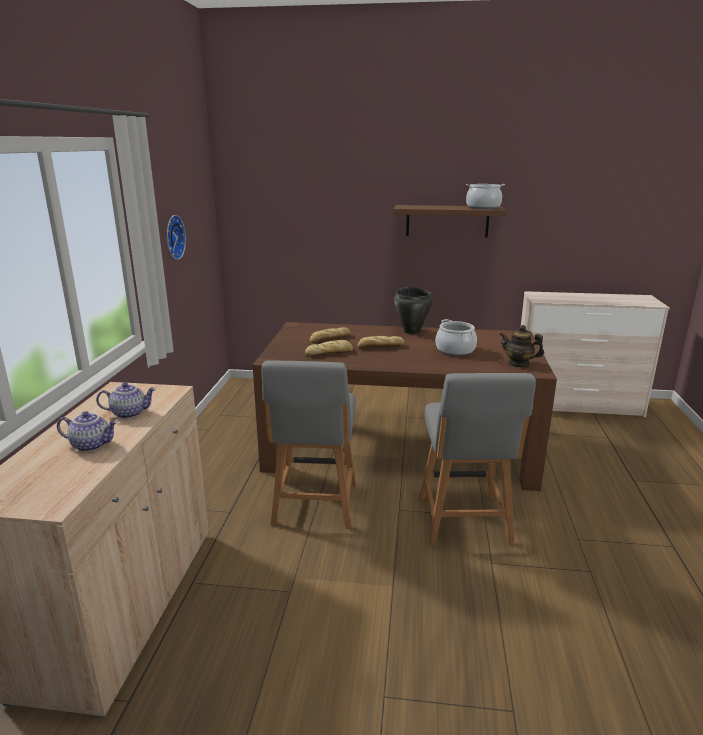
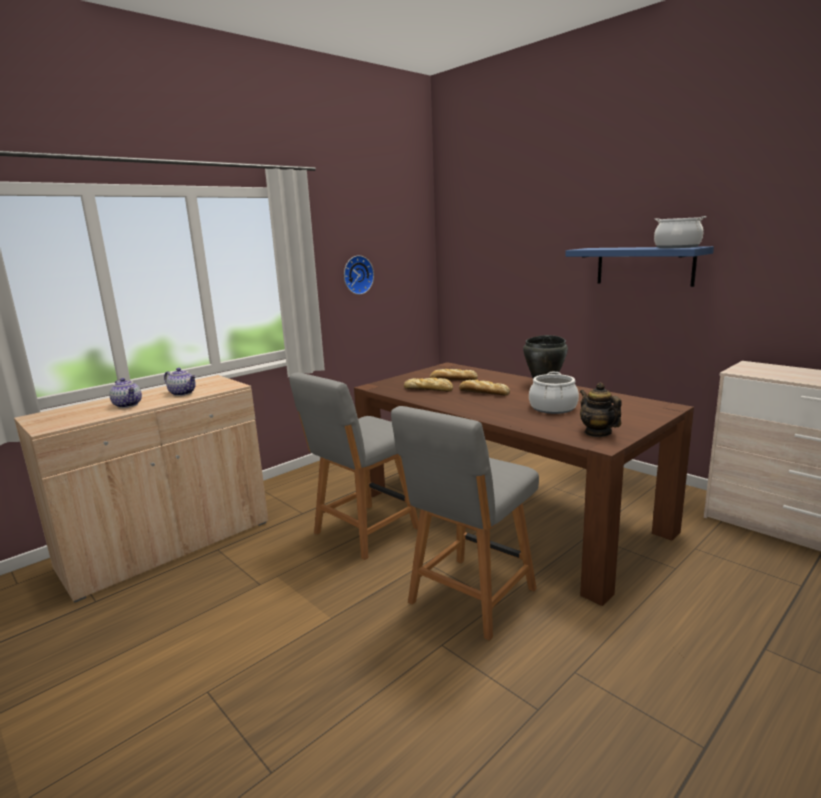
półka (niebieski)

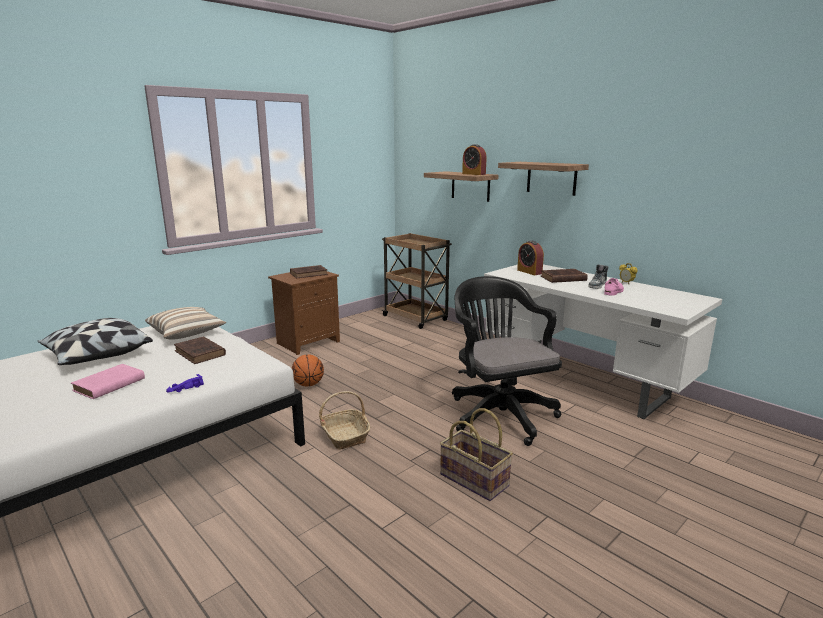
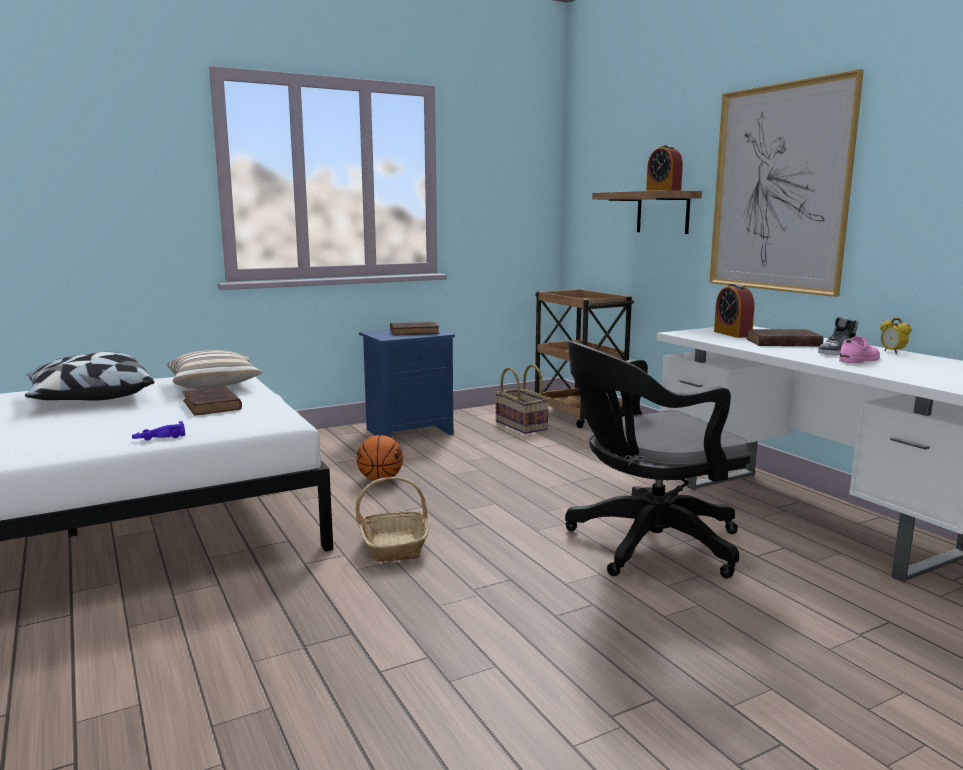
książka (różowy); szafka nocna (niebieski); koszyk (2nd from left); krzesło biurowe (czarny); obraz

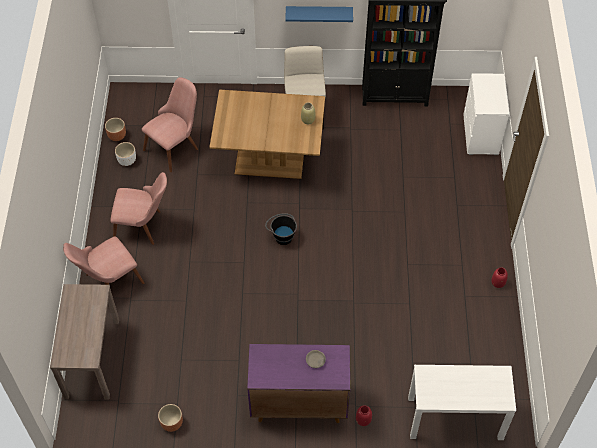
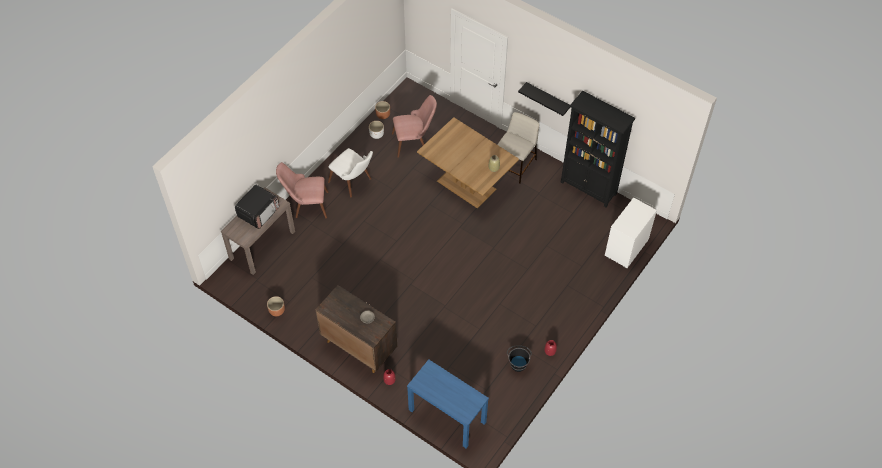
krzesło (biały); szafka (brązowy); wiadro (czarny); półka (czarny); stolik konsolowy (niebieski); mikrofalówka

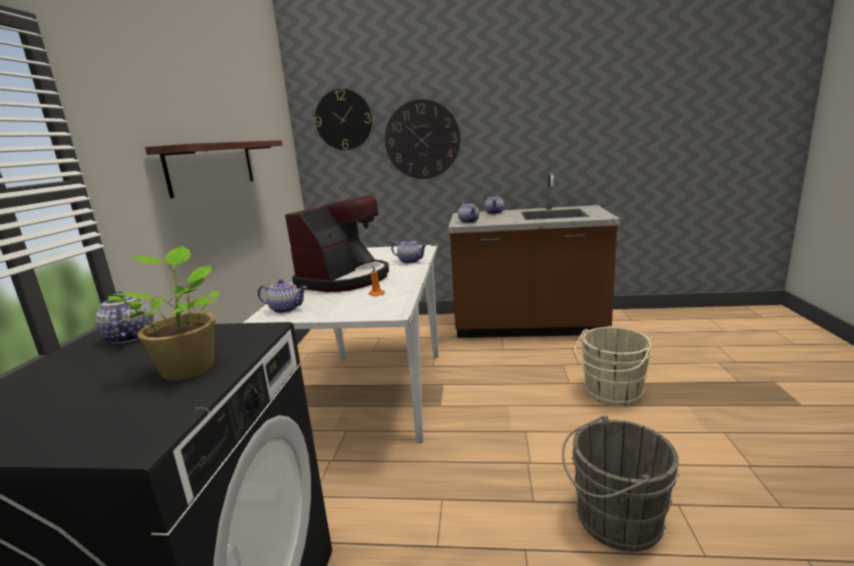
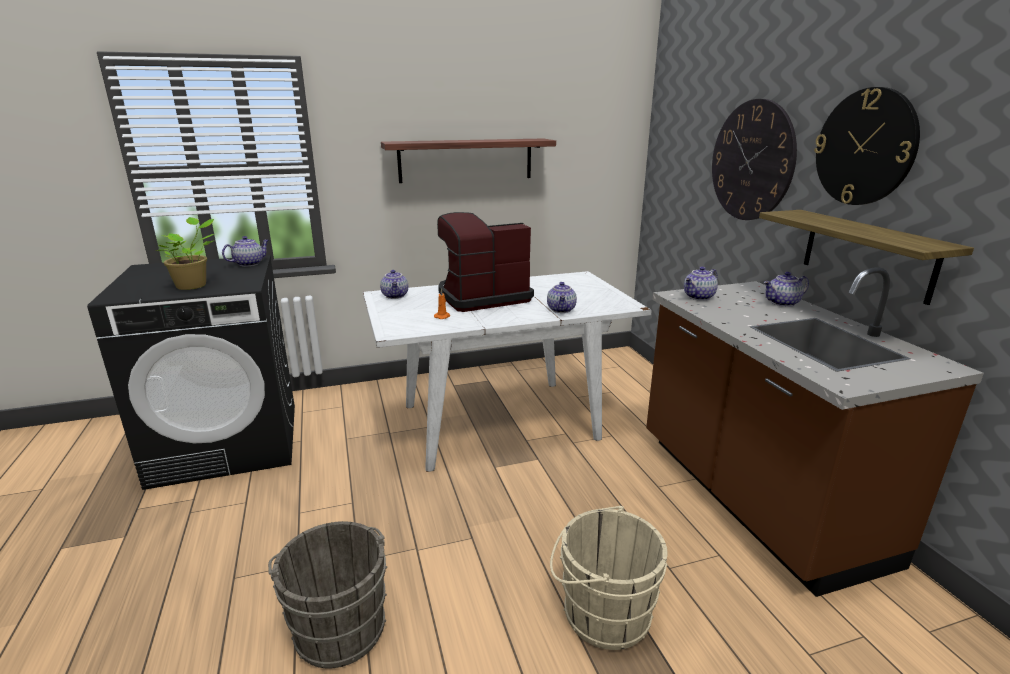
ekspres do kawy; zegar ścienny (2nd from left); półka (2nd from left)

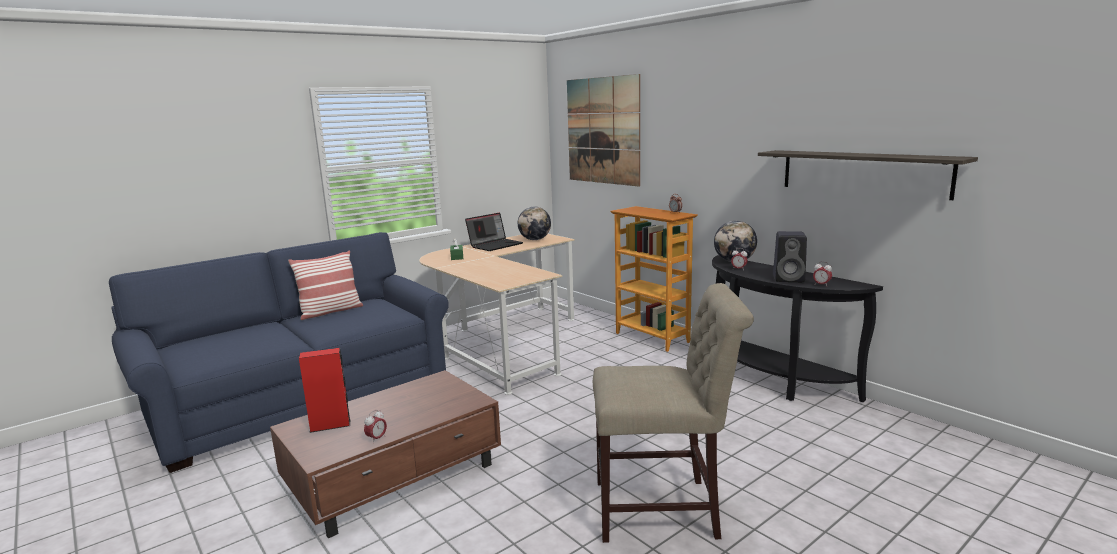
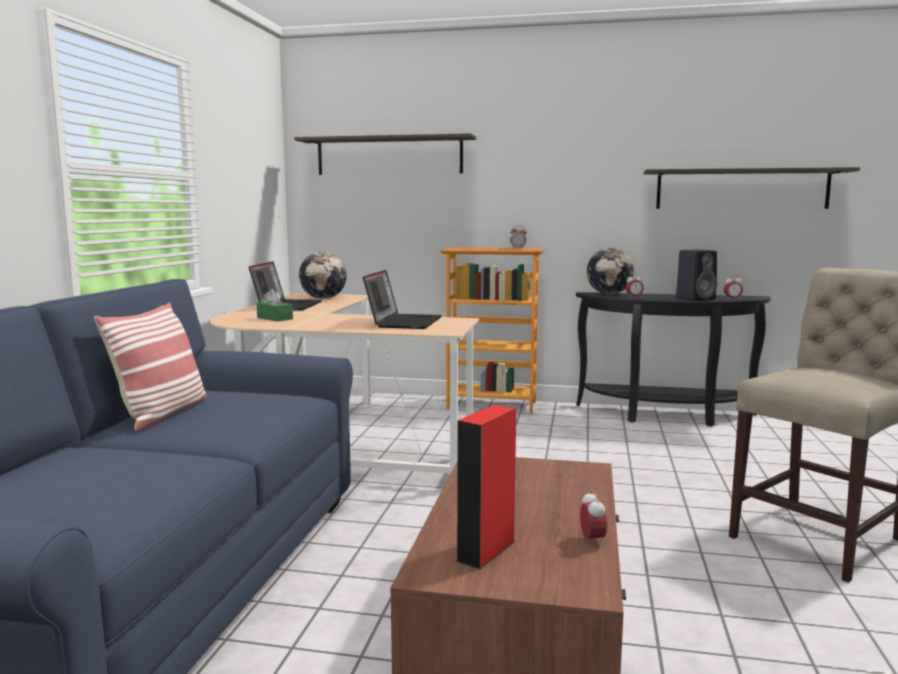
półka (1st from left); laptop (2nd from left)

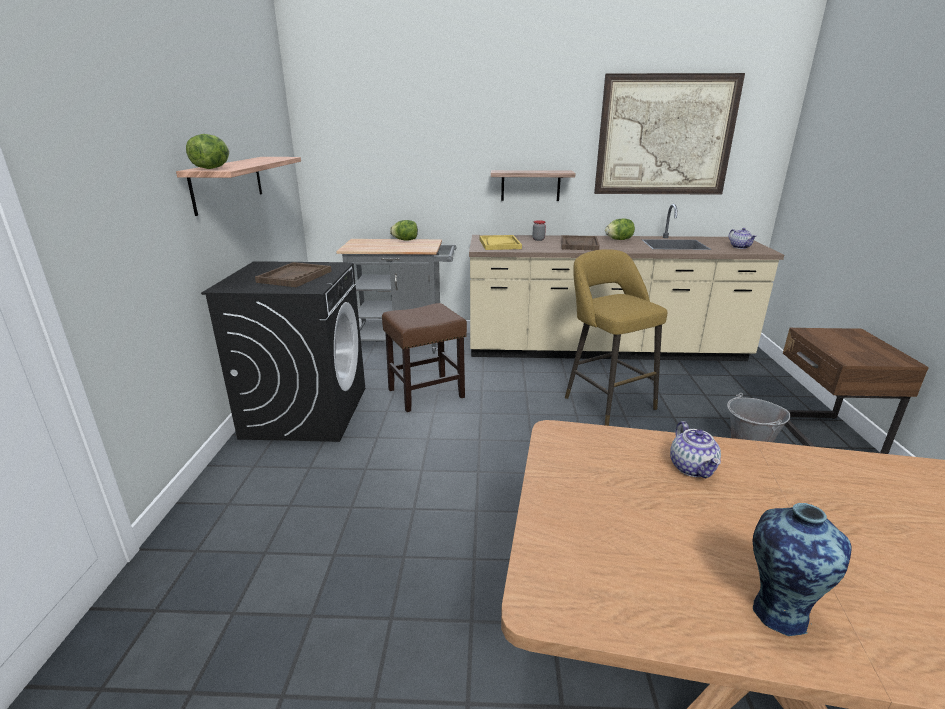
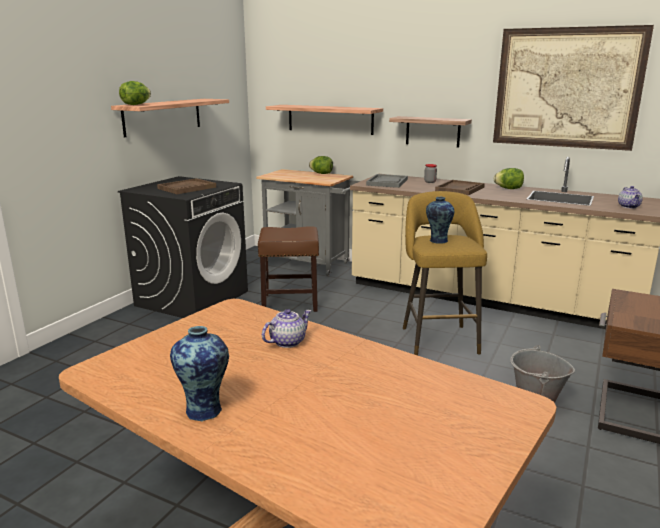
taca (szary); imbryk (1st from left); półka (2nd from left); wazon (2nd from left)

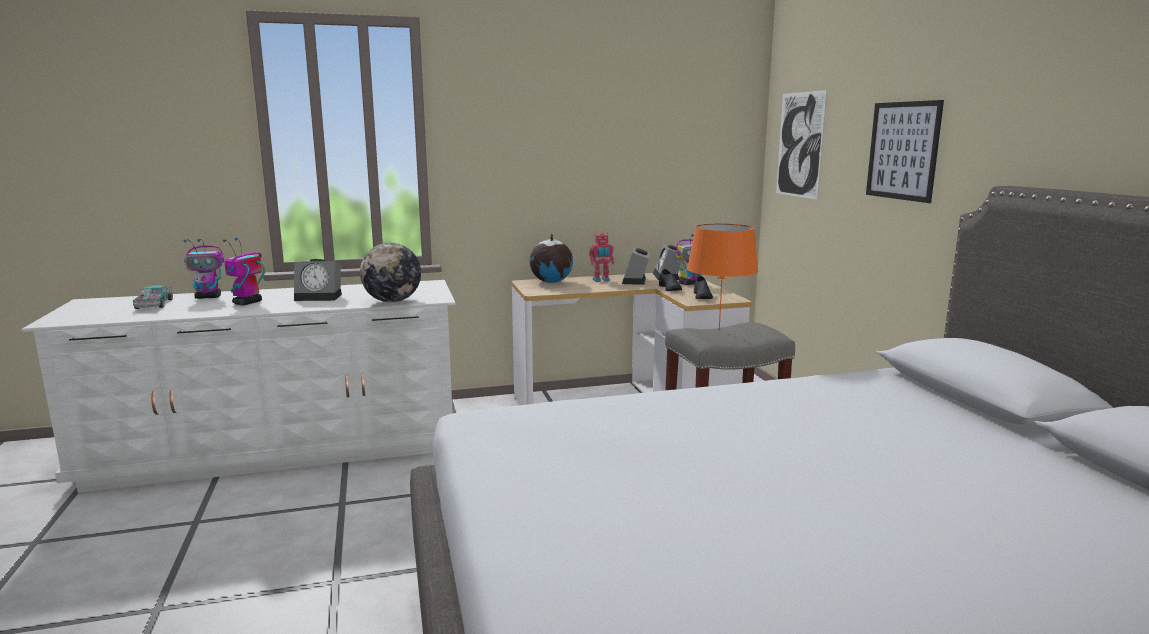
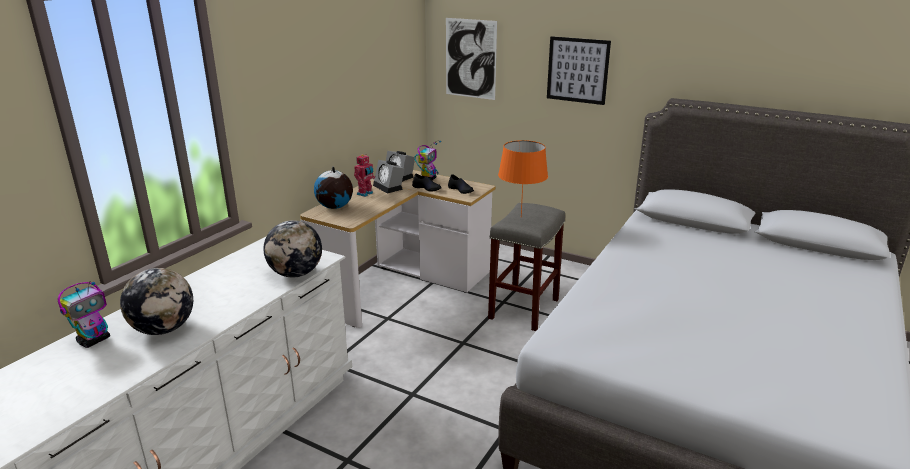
samochodzik; globus (1st from left); budzik (1st from left in the first image)

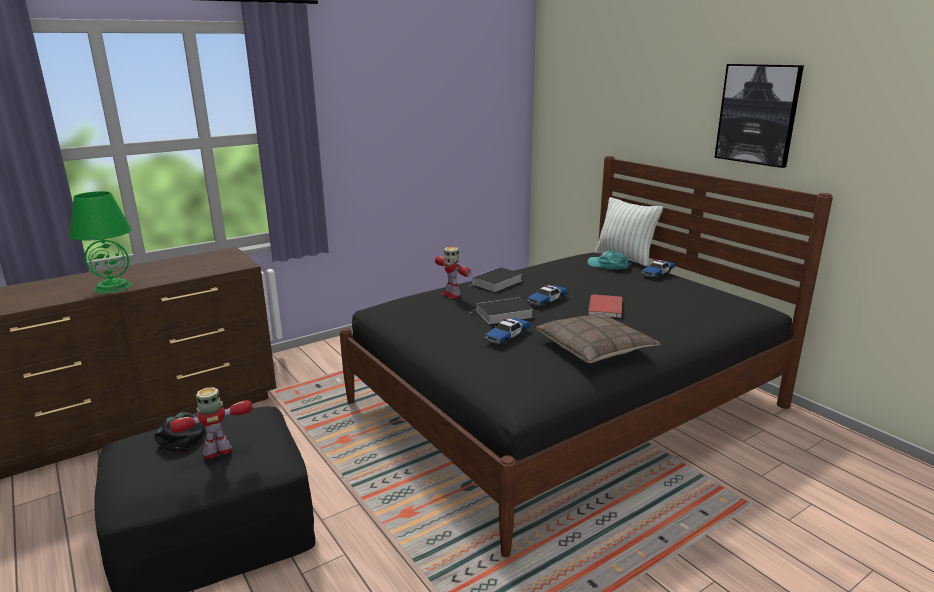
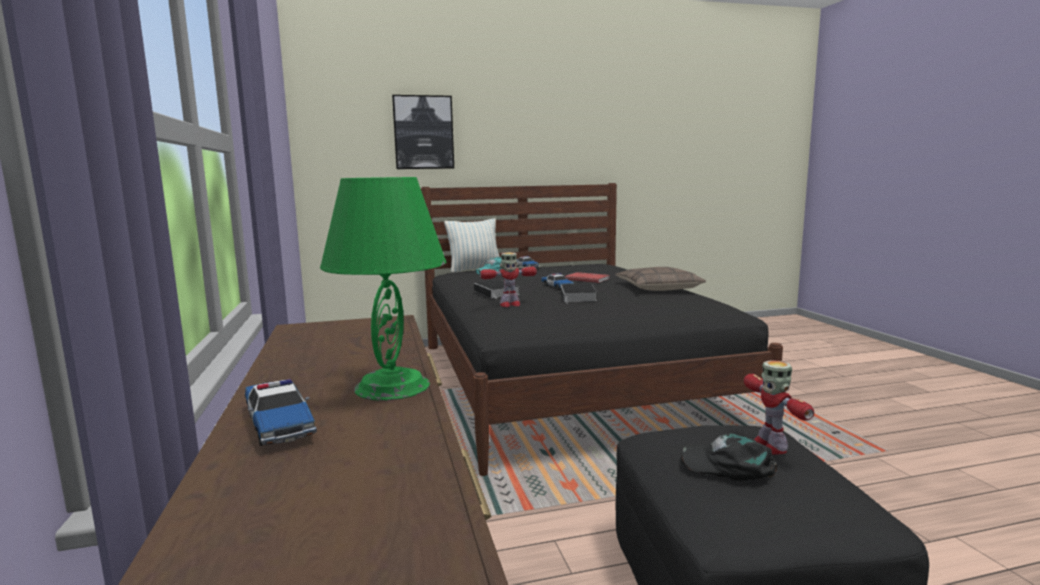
samochodzik (1st from left); obraz

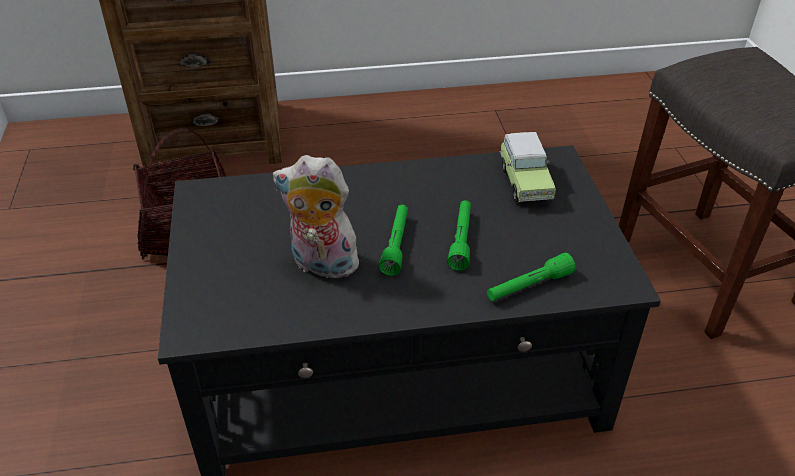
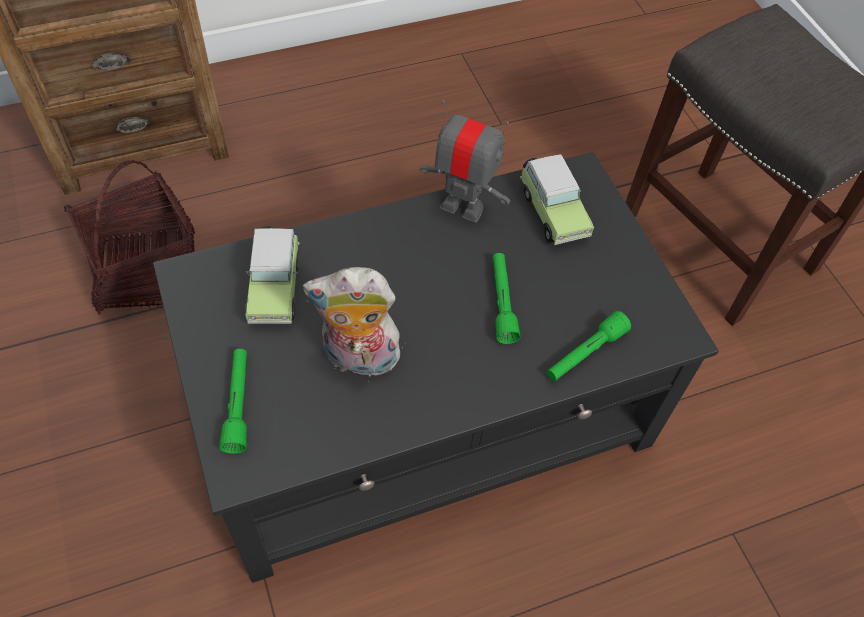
latarka (zielony) (1st from left); samochodzik (1st from left); robot zabawkowy

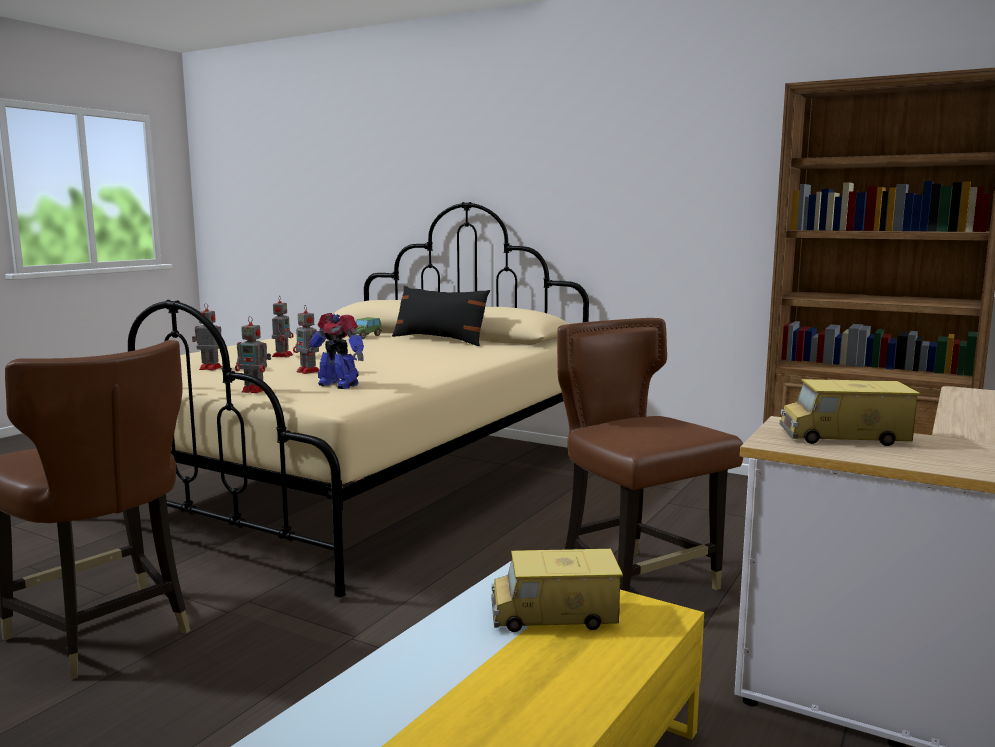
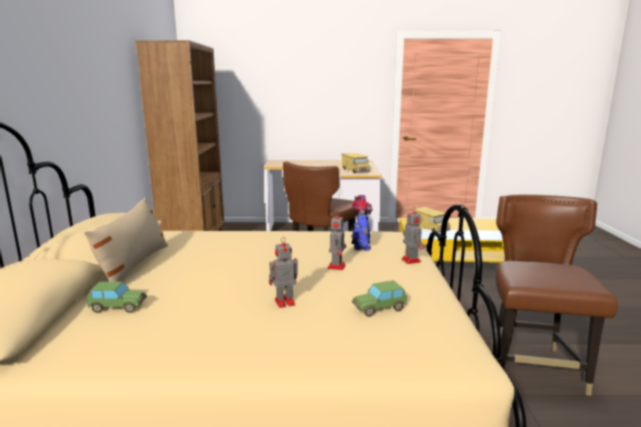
samochodzik (2nd from left); poduszka (beżowy)

